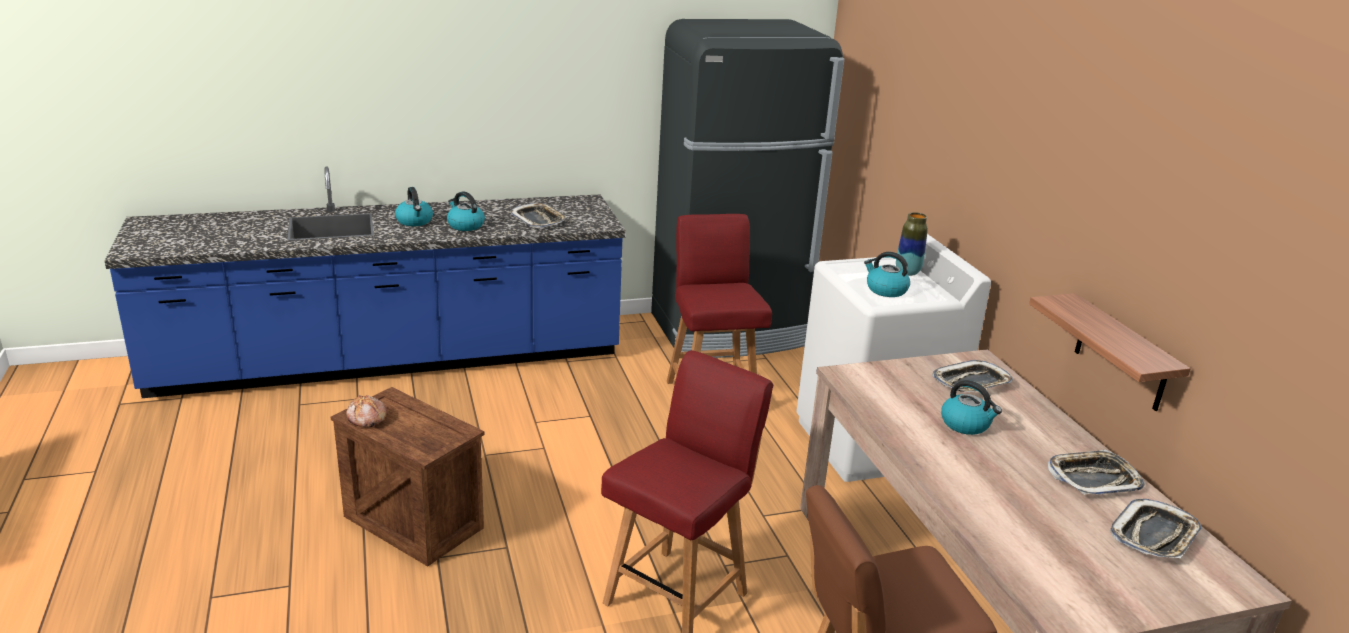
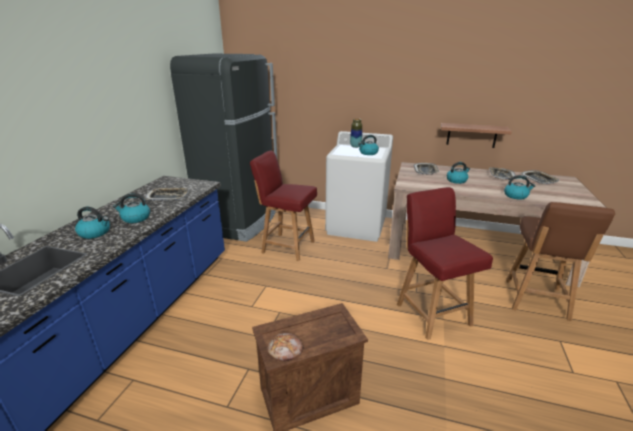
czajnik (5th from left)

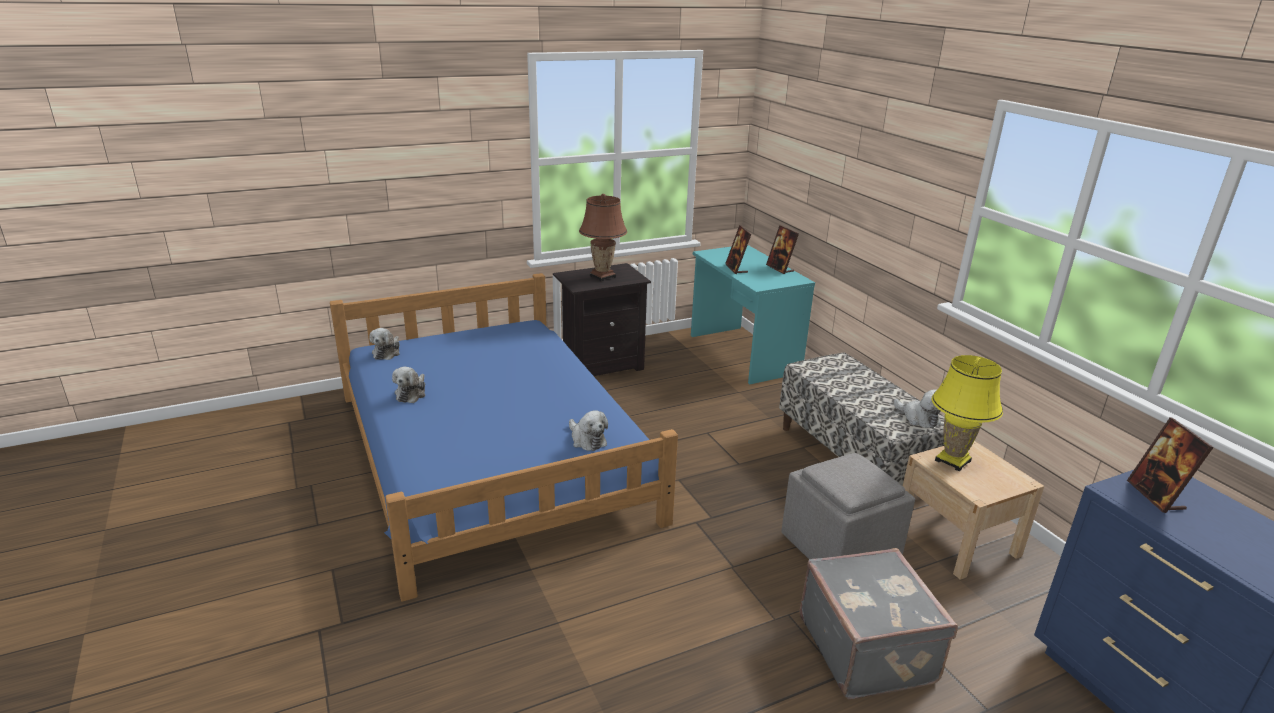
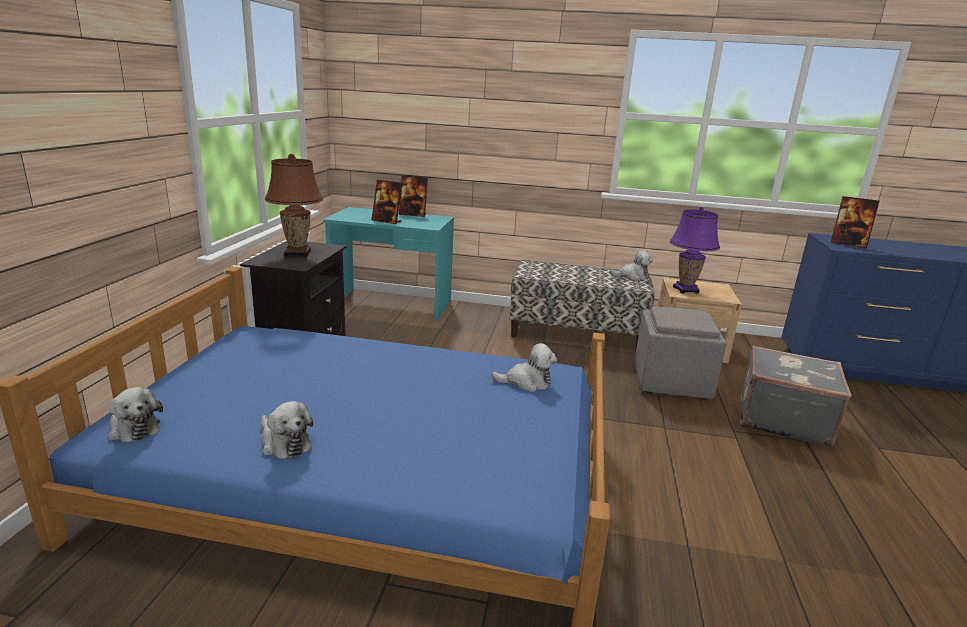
lampa stołowa (fioletowy)

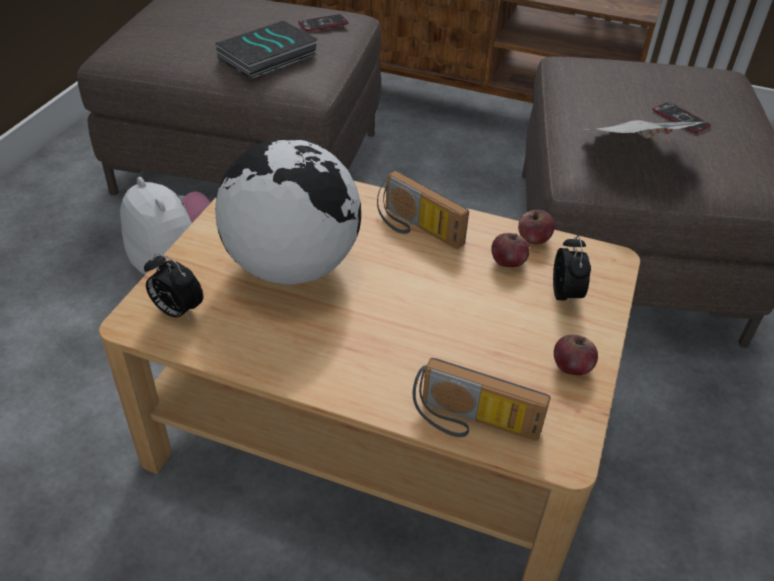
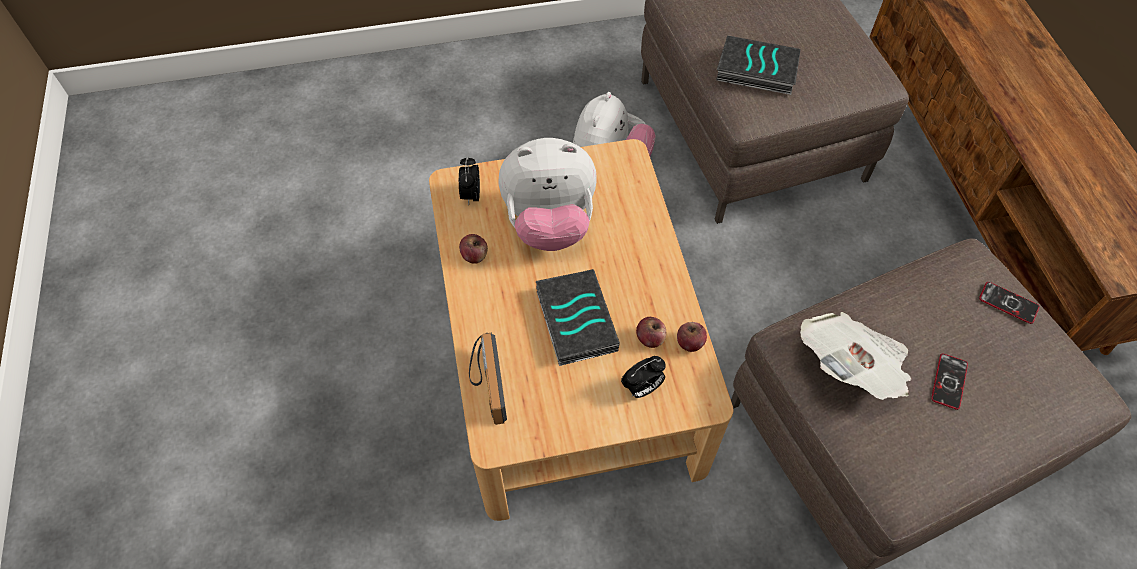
pluszak (1st from left); telefon (2nd from left); radio (1st from left in the first image); jabłko (1st from left); książka (1st from left)

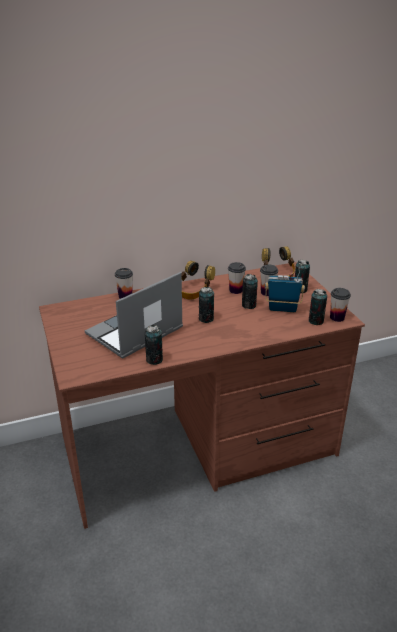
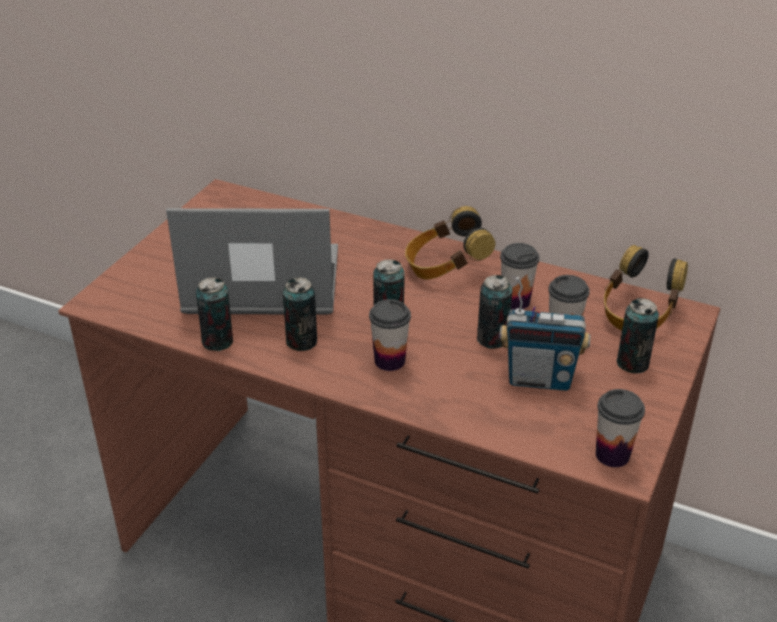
filiżanka (1st from left); radio; puszka (2nd from left)

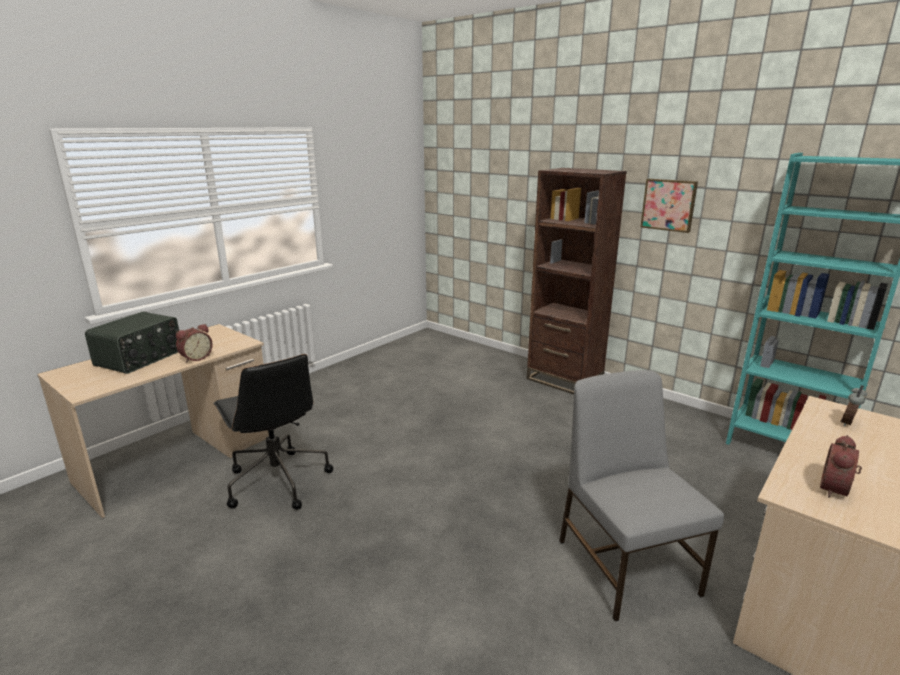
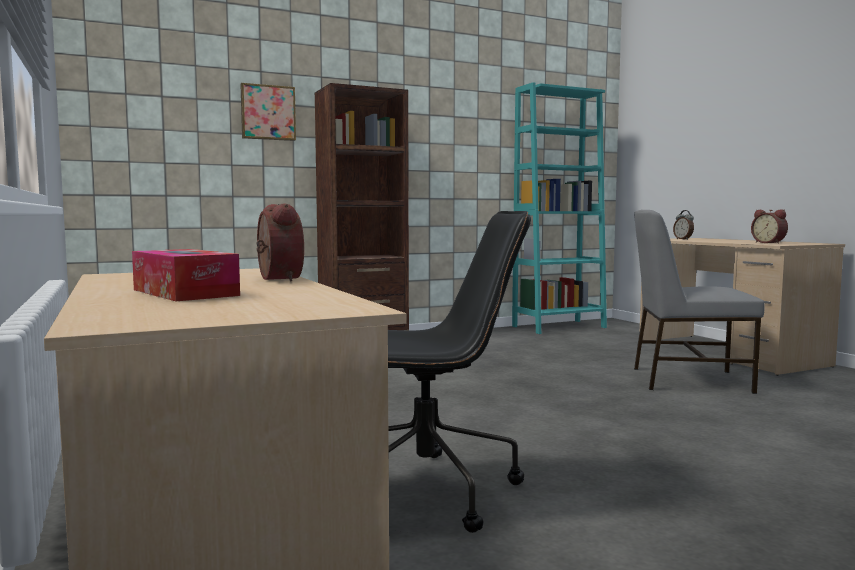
pudełko chusteczek; obraz

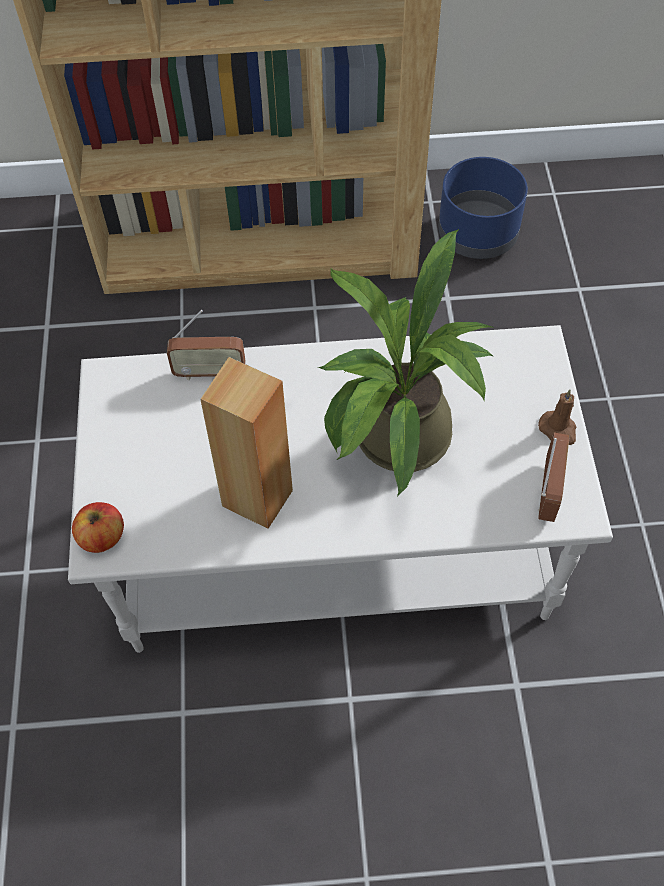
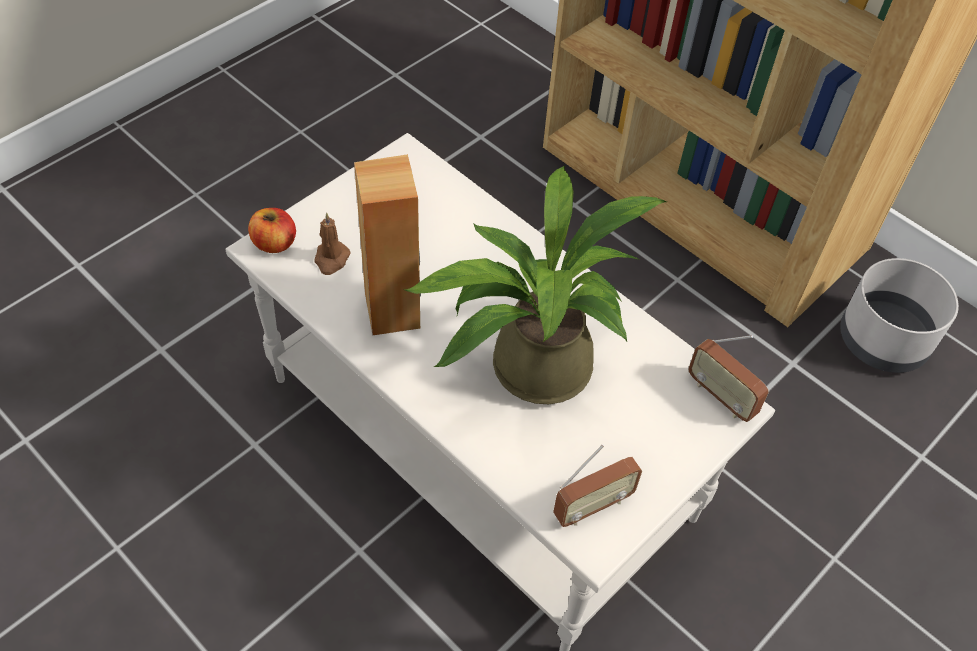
radio (2nd from left); donica (szary); świeca (brązowy)

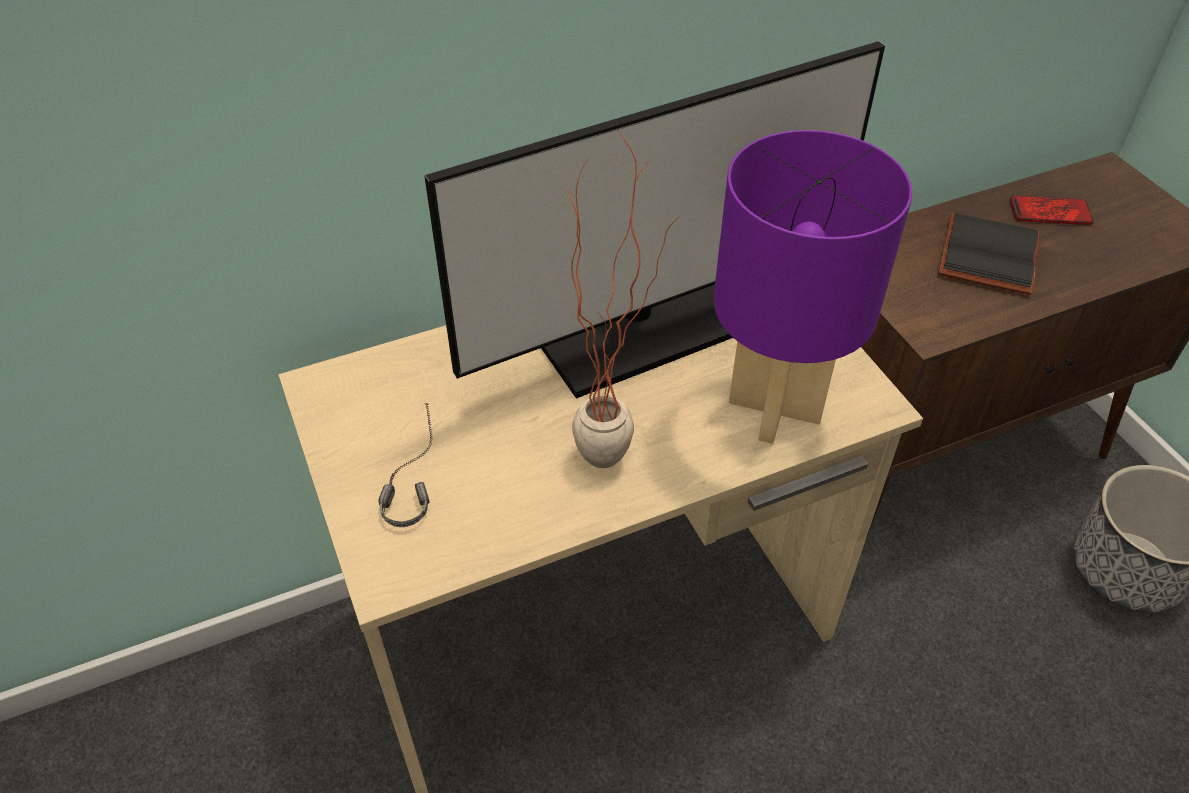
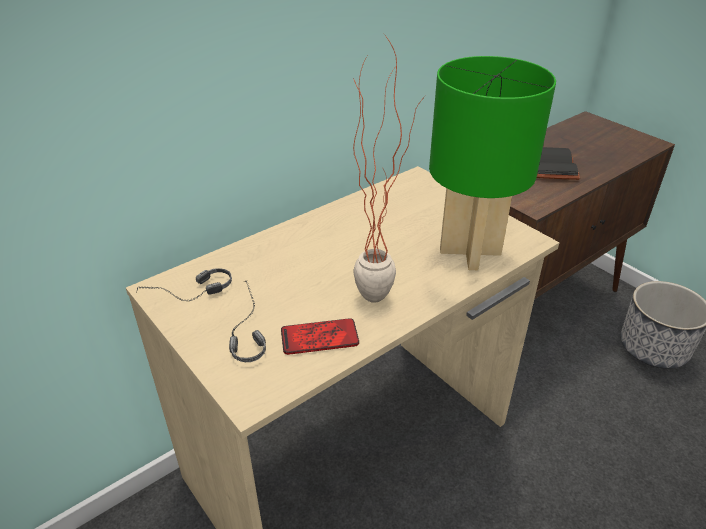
monitor; lampa stołowa (zielony); telefon; słuchawki (1st from left)

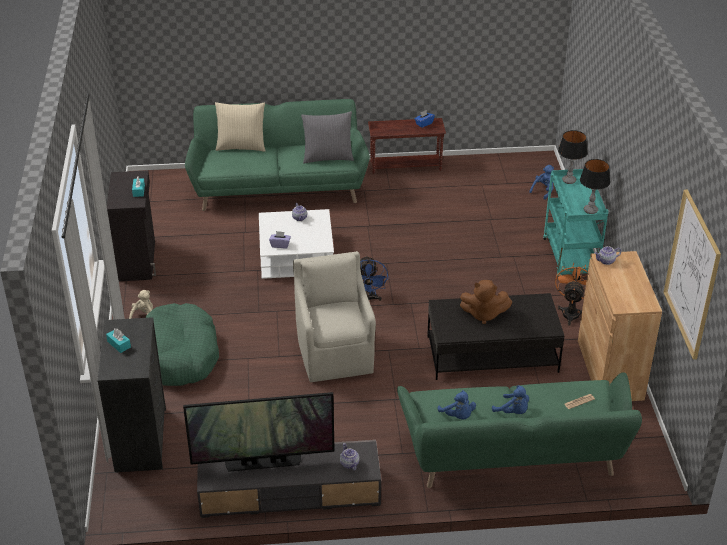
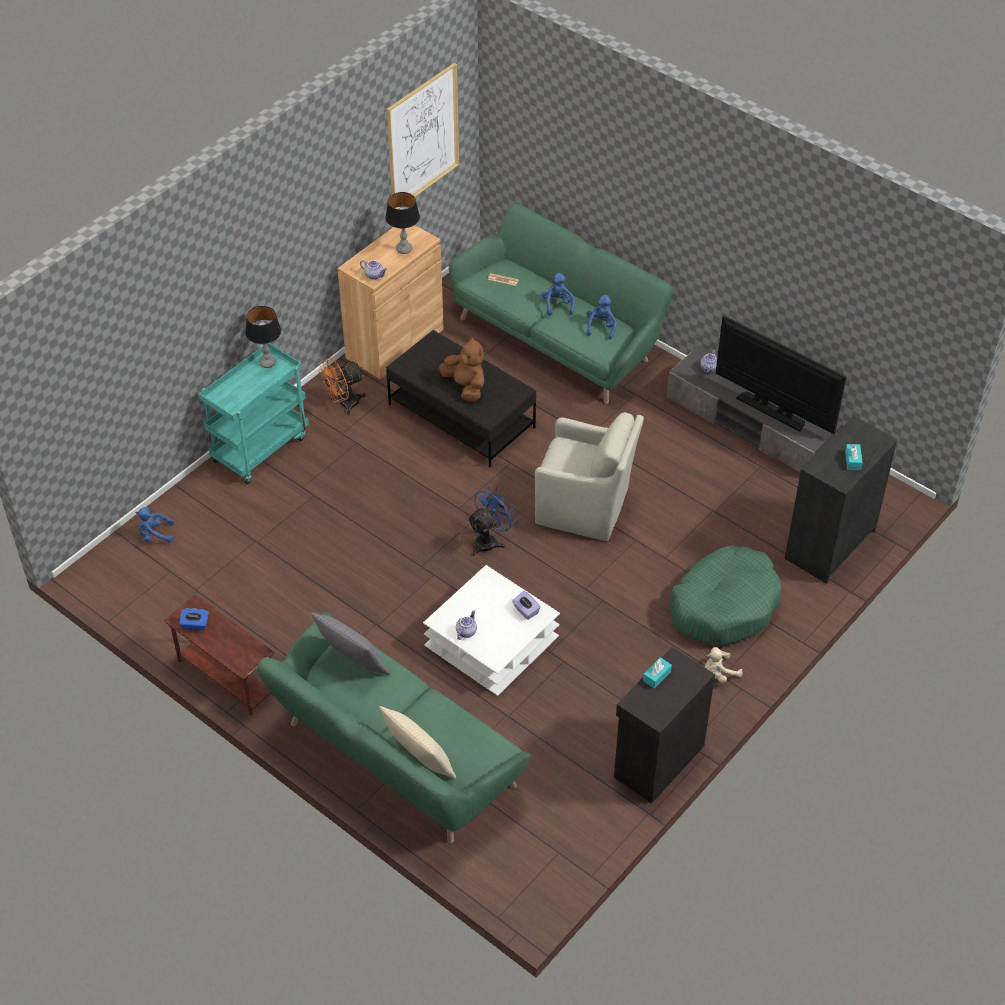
fotel (beżowy); lampa stołowa (2nd from left)

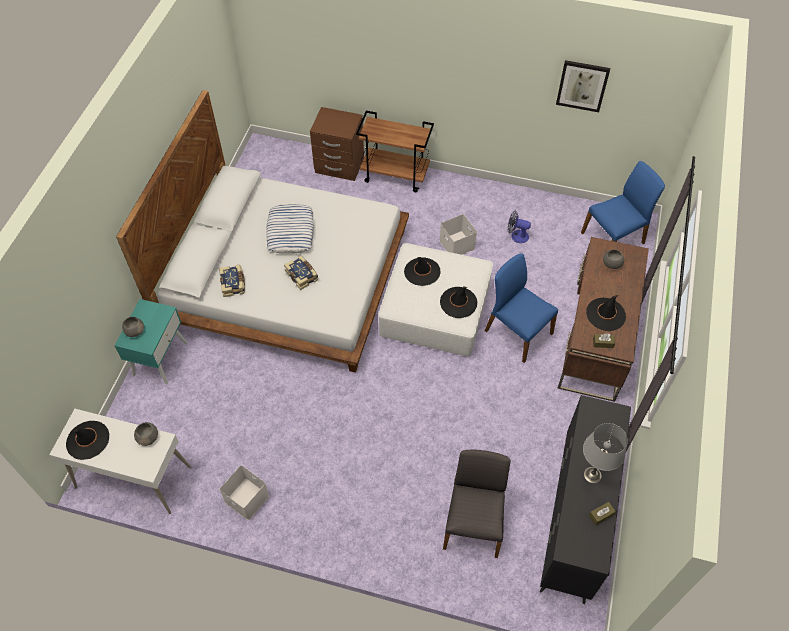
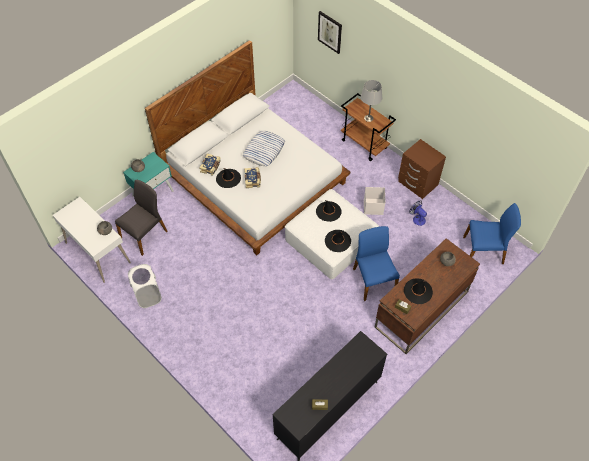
kapelusz (czarny) (1st from left); kosz na pranie (biały); szafka nocna (brązowy); krzesło (szary); obraz; lampa stołowa (szary)

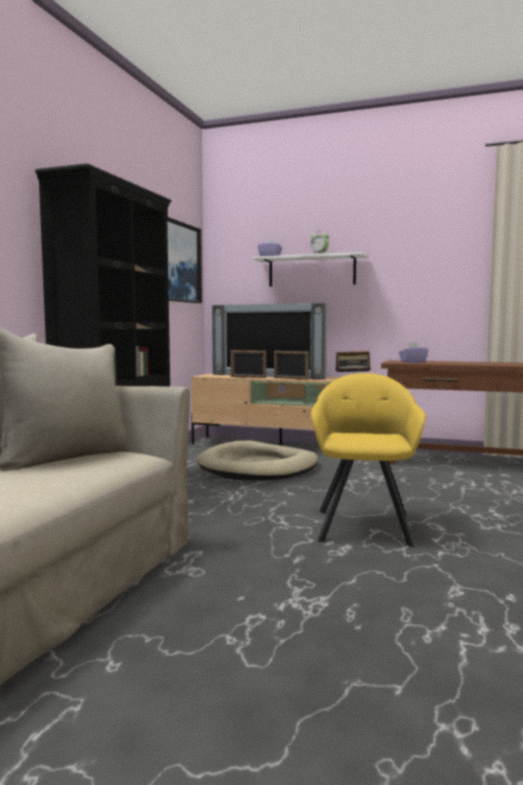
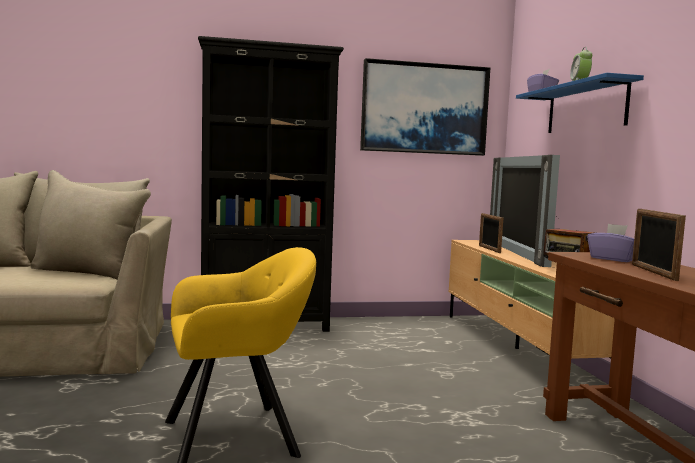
legowisko (beżowy); półka (niebieski); ramka na zdjęcie (2nd from left)

